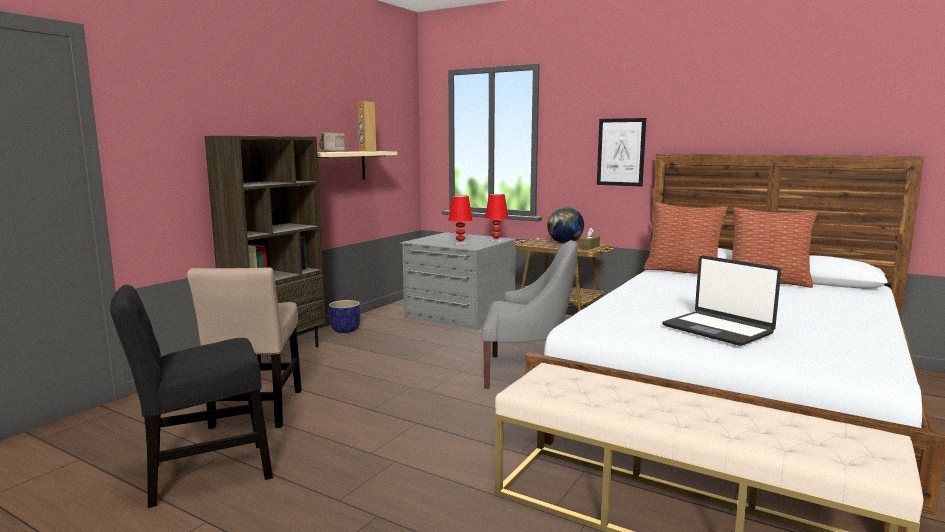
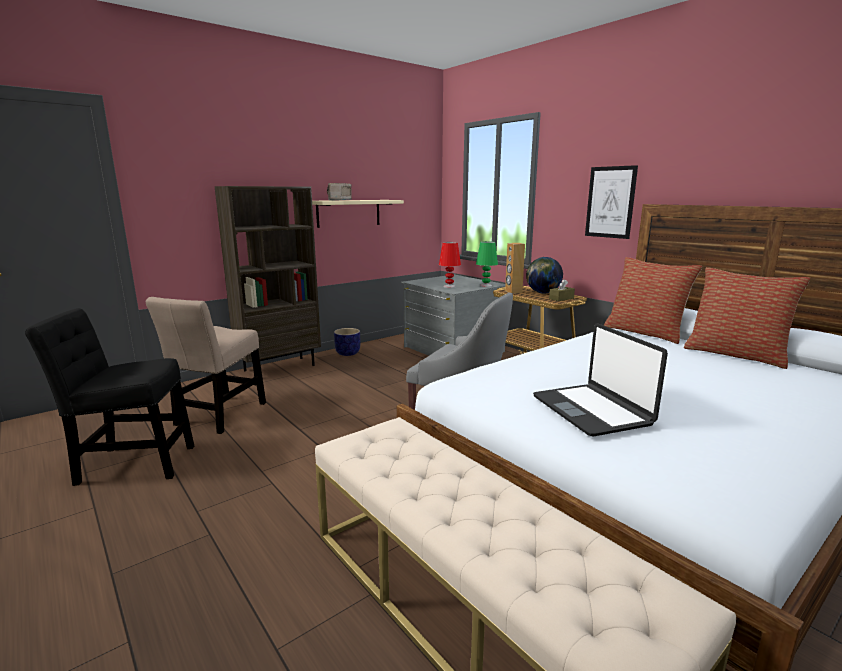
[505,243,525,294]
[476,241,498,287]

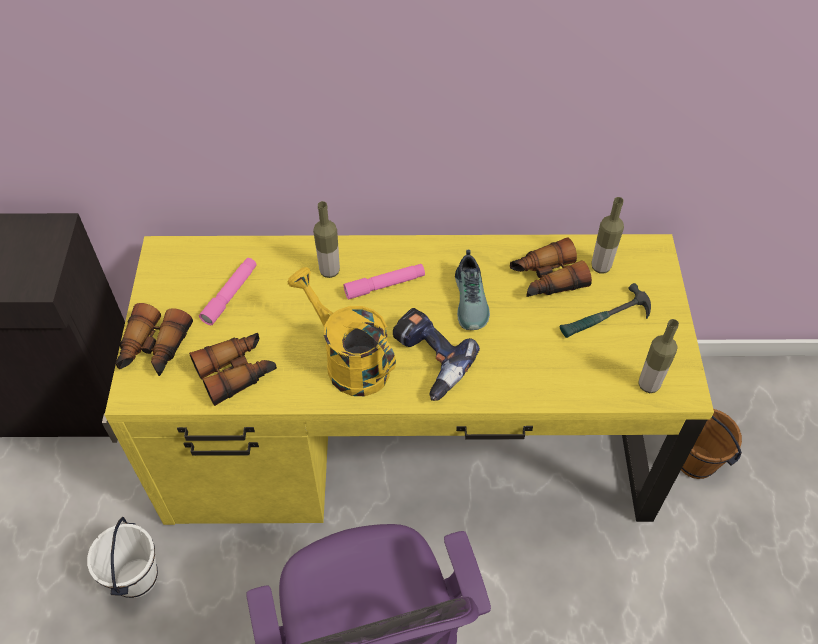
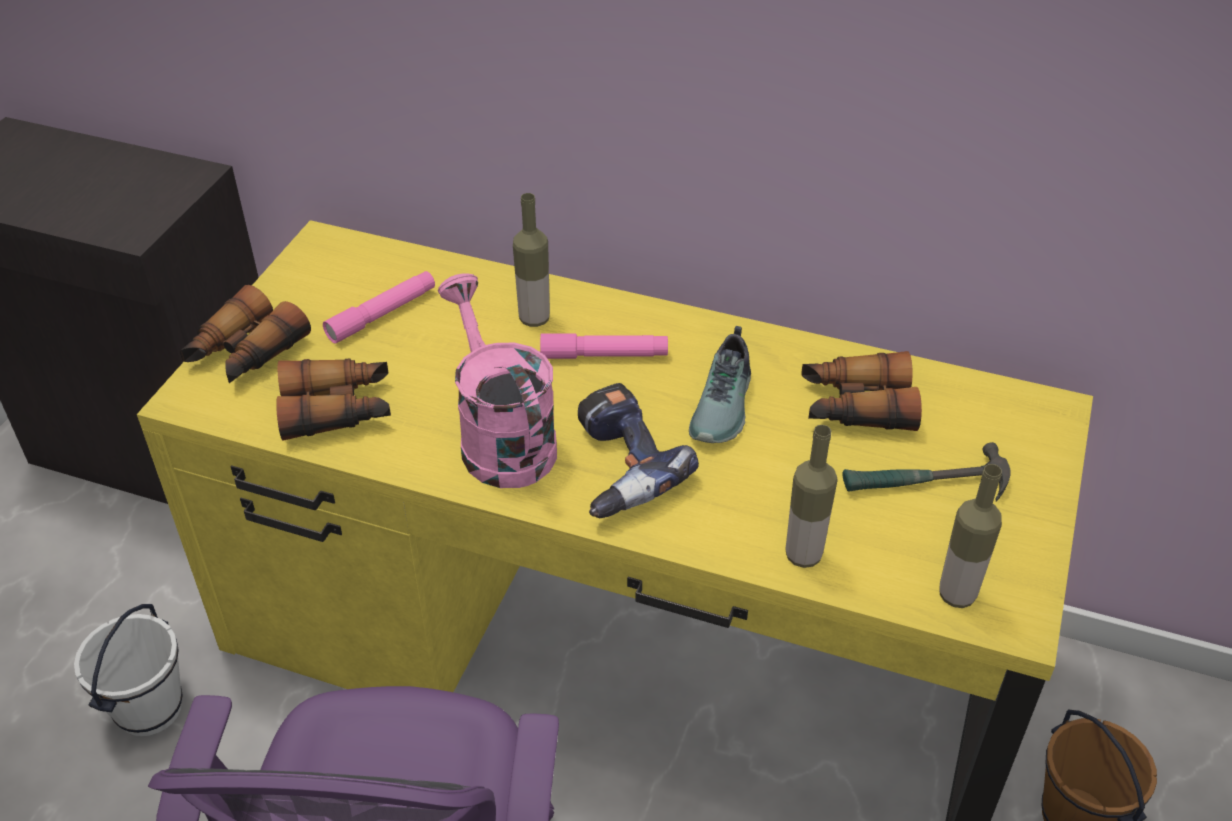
[785,425,838,568]
[438,273,557,488]

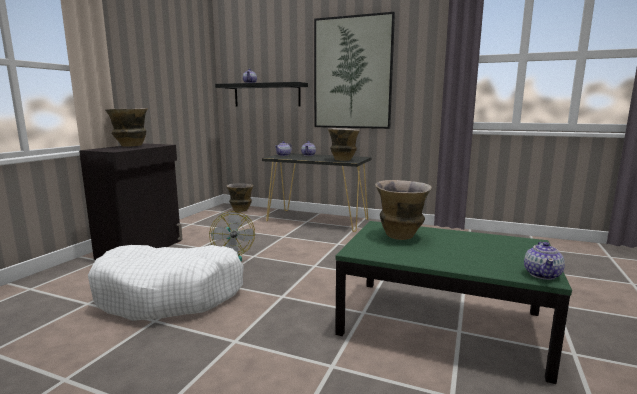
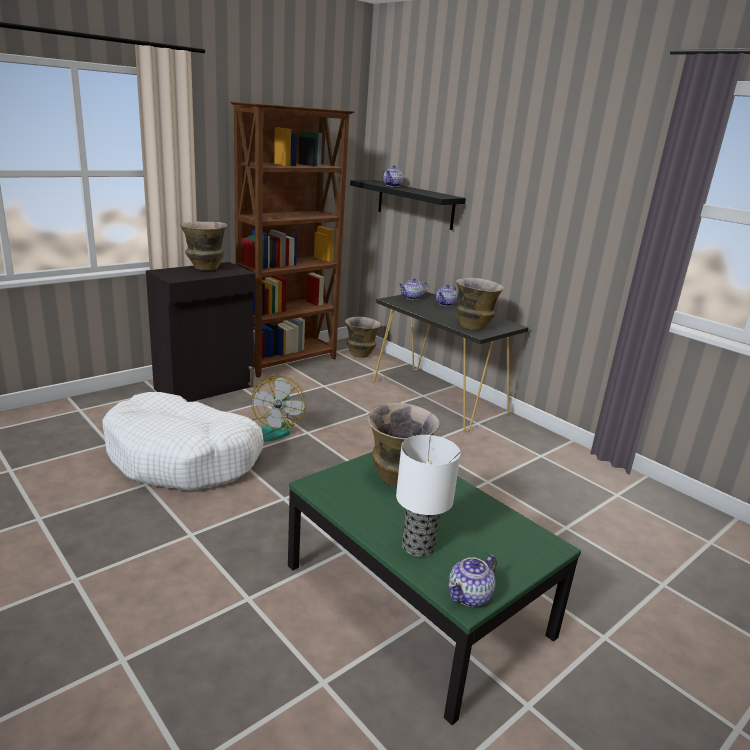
[314,12,395,129] (first image)
[230,102,354,378]
[396,435,461,557]

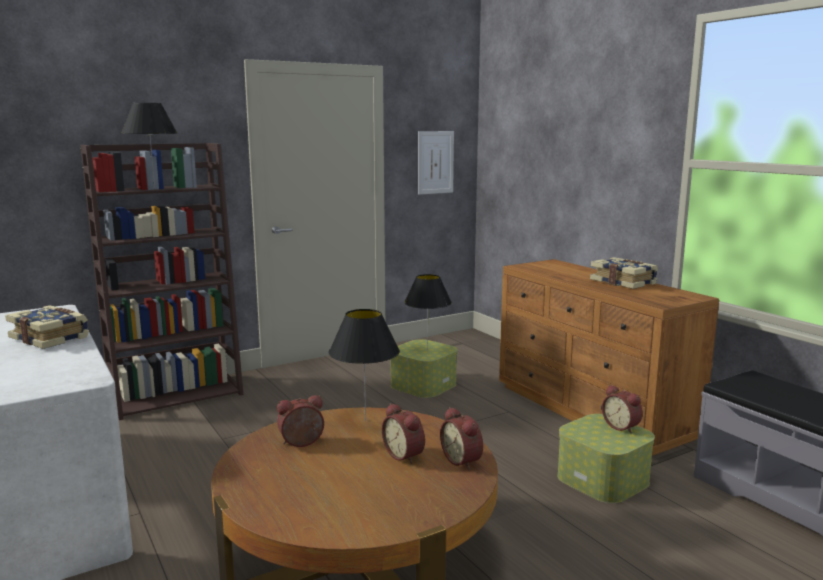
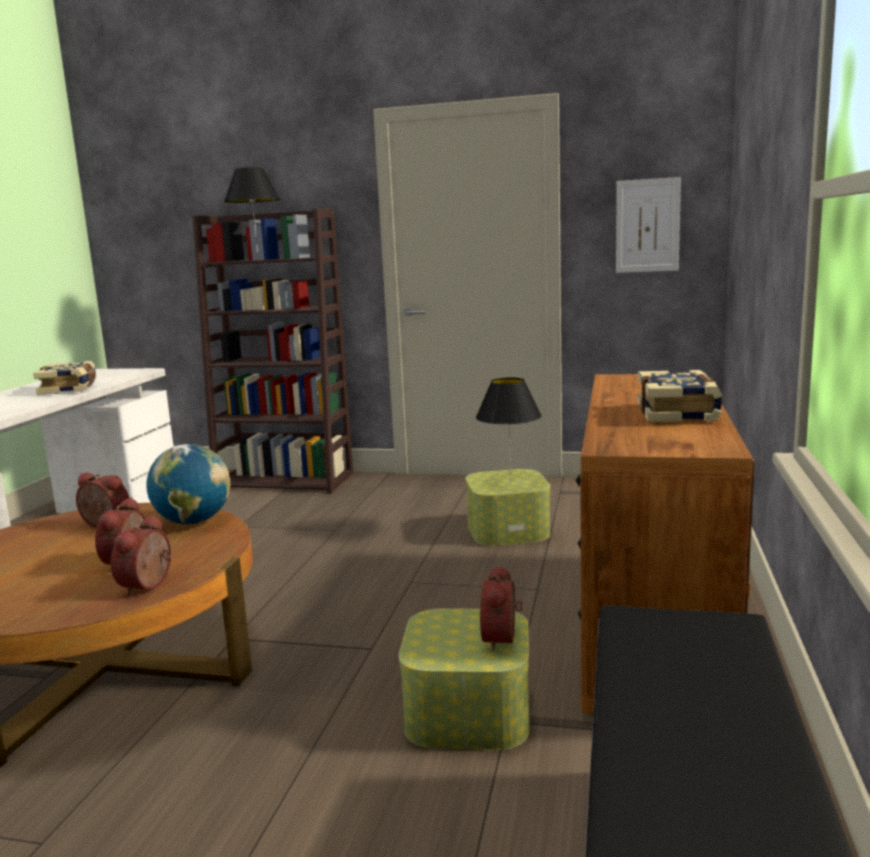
[146,444,230,524]

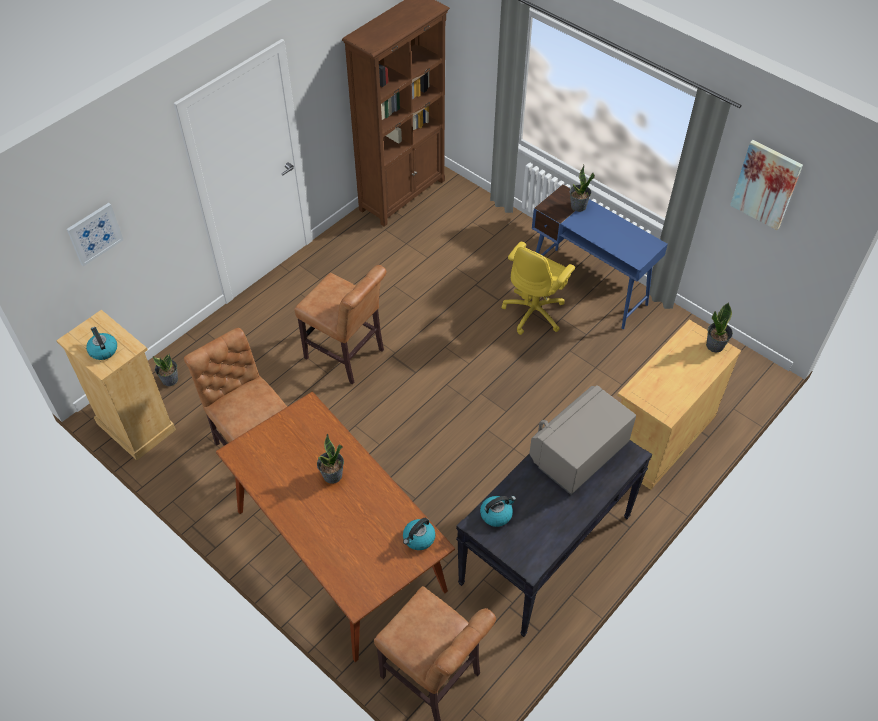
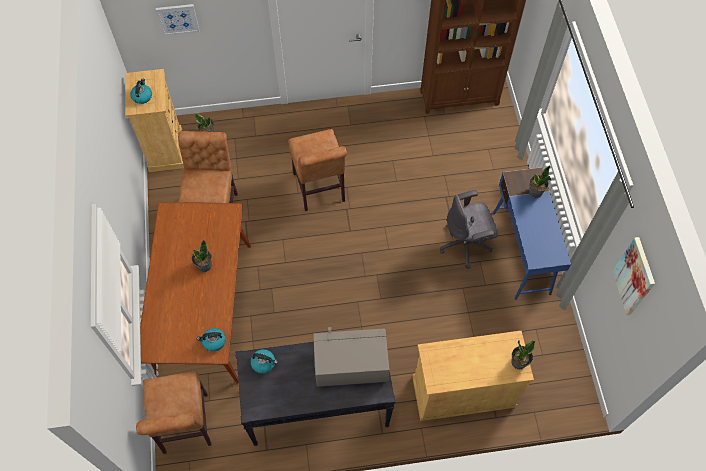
[440,190,498,269]

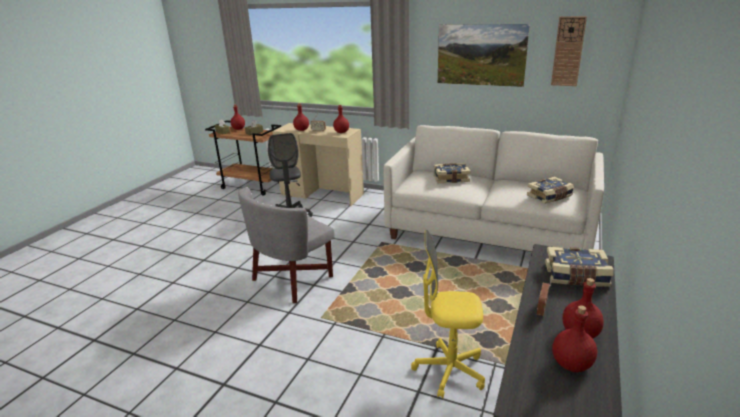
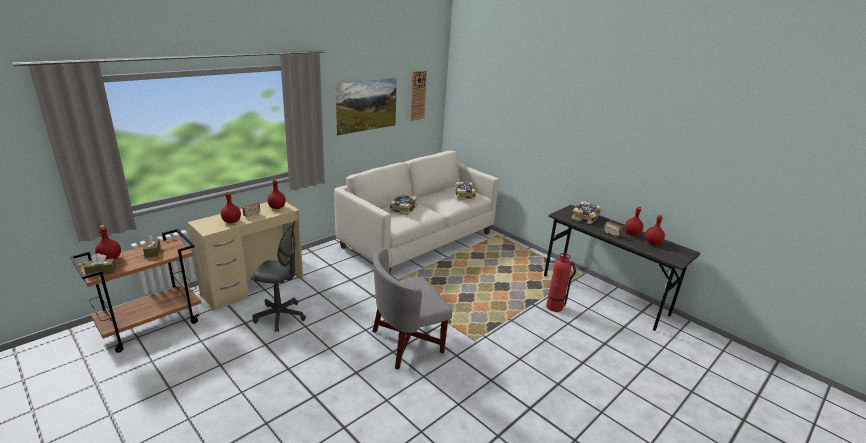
[546,253,576,312]
[372,248,452,370]

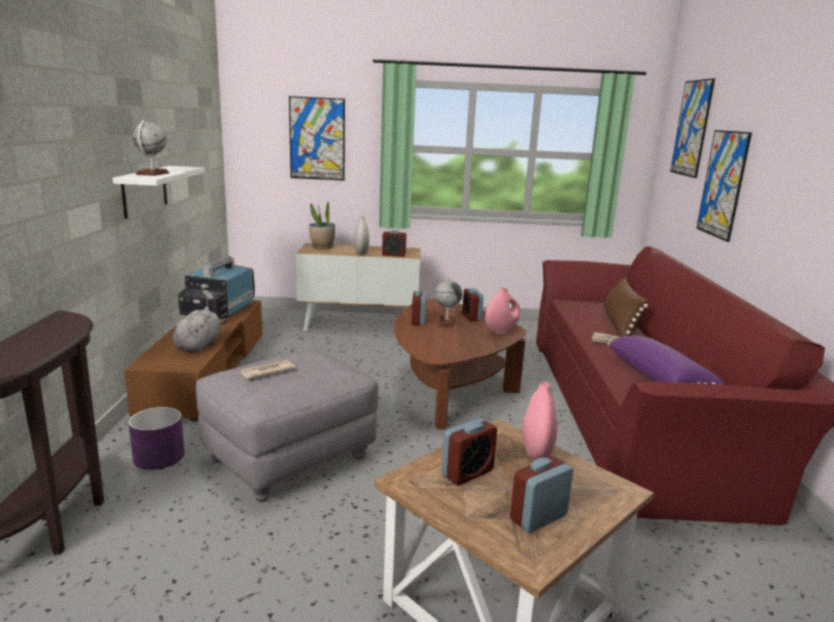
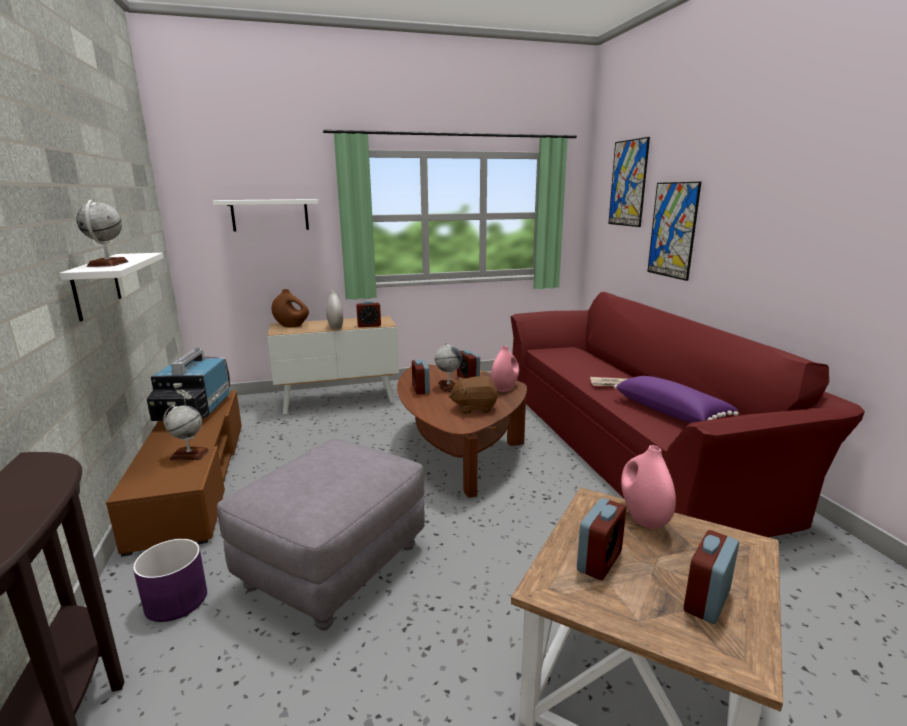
[240,360,296,379] (first image)
[603,277,648,337] (first image)
[449,376,498,414]
[163,405,209,460]
[213,199,319,231]
[271,289,309,327]

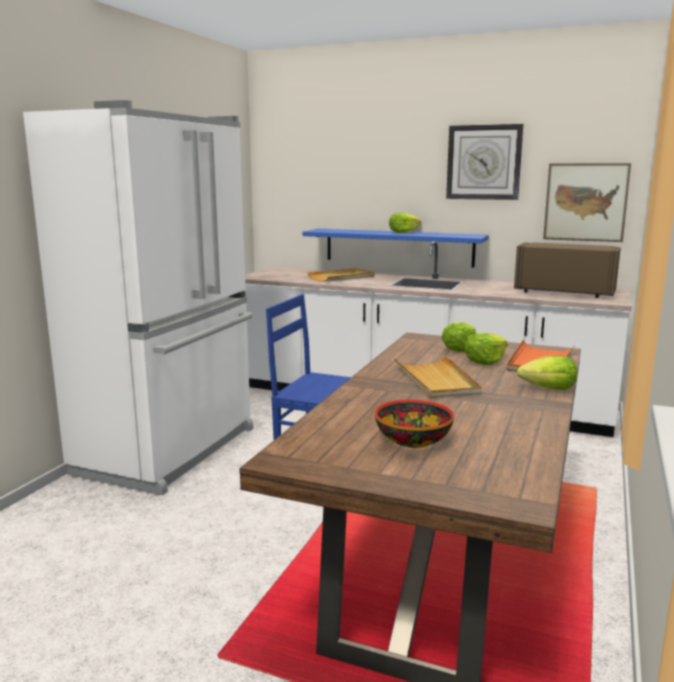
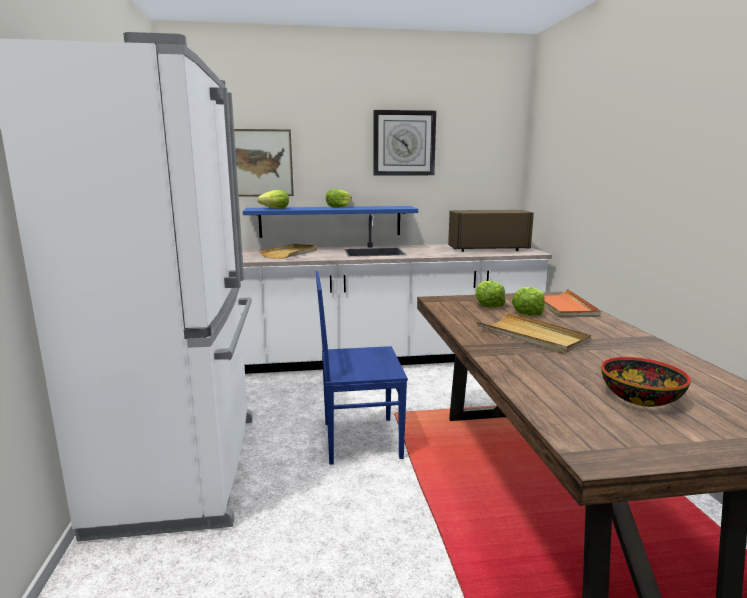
[257,190,289,209]
[230,129,294,197]

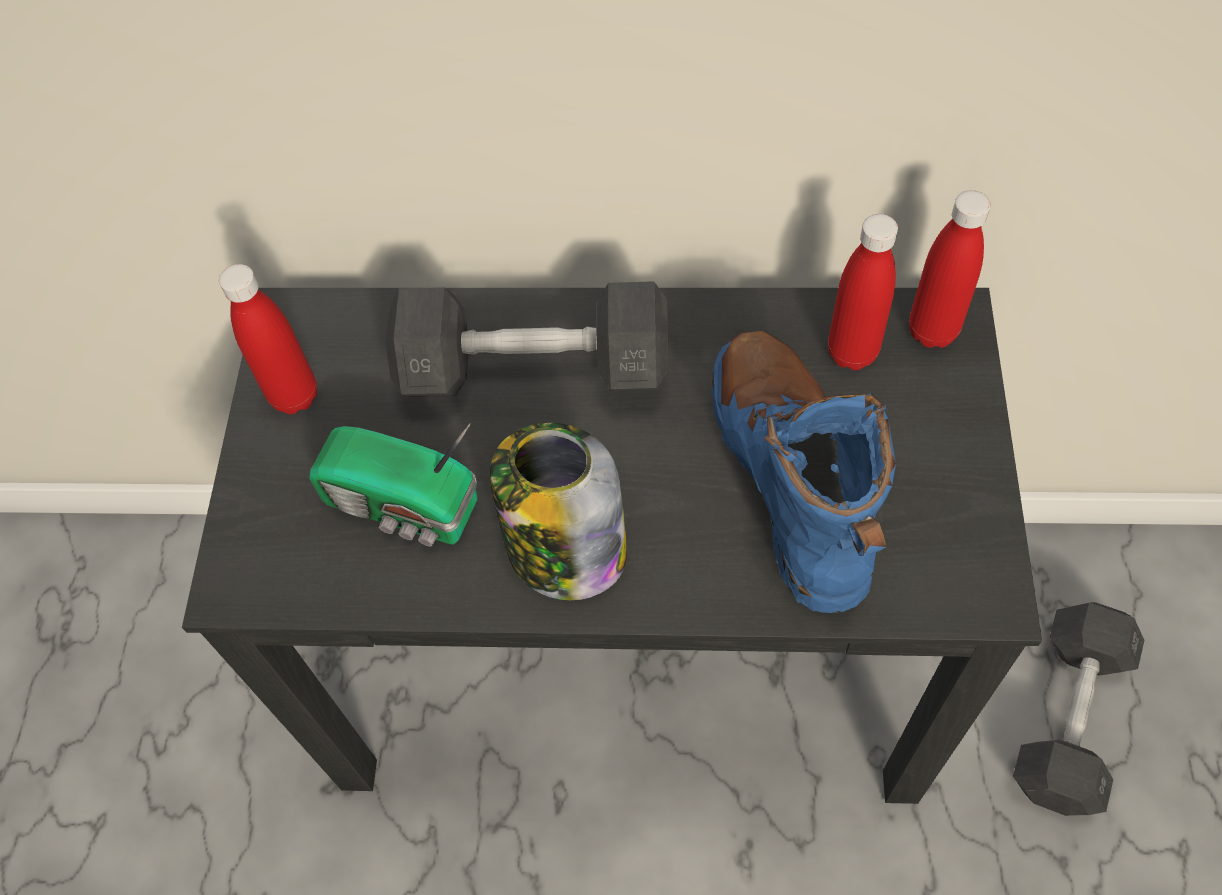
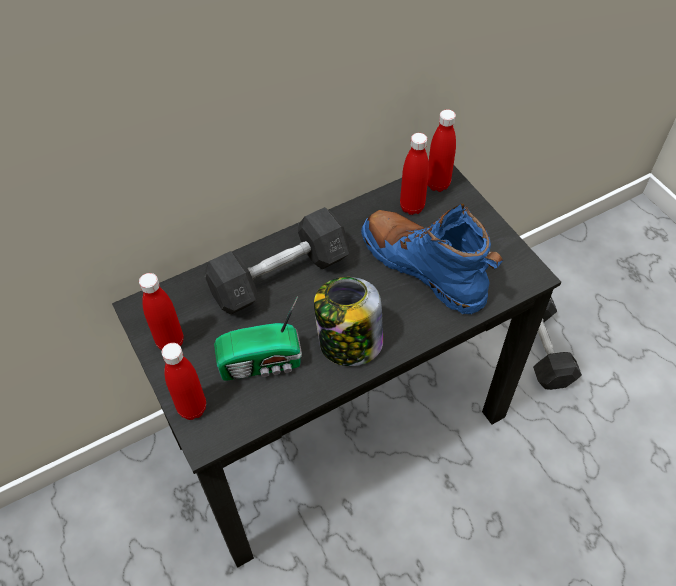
[162,343,206,420]

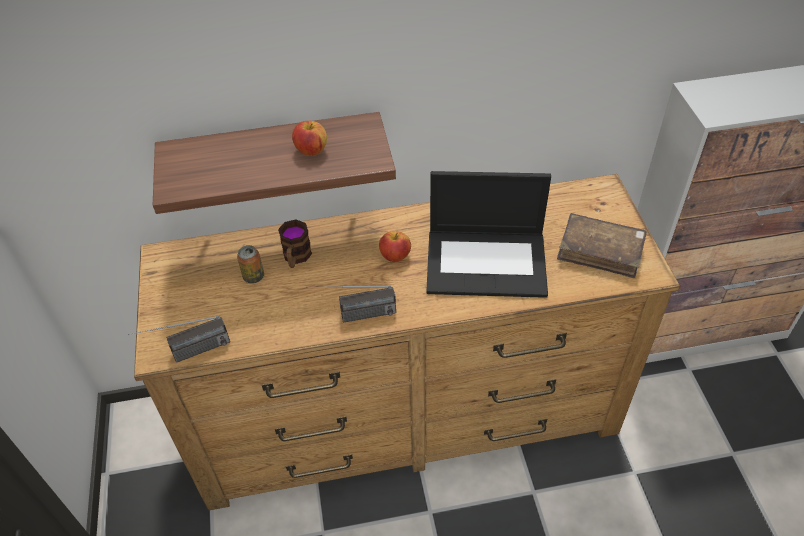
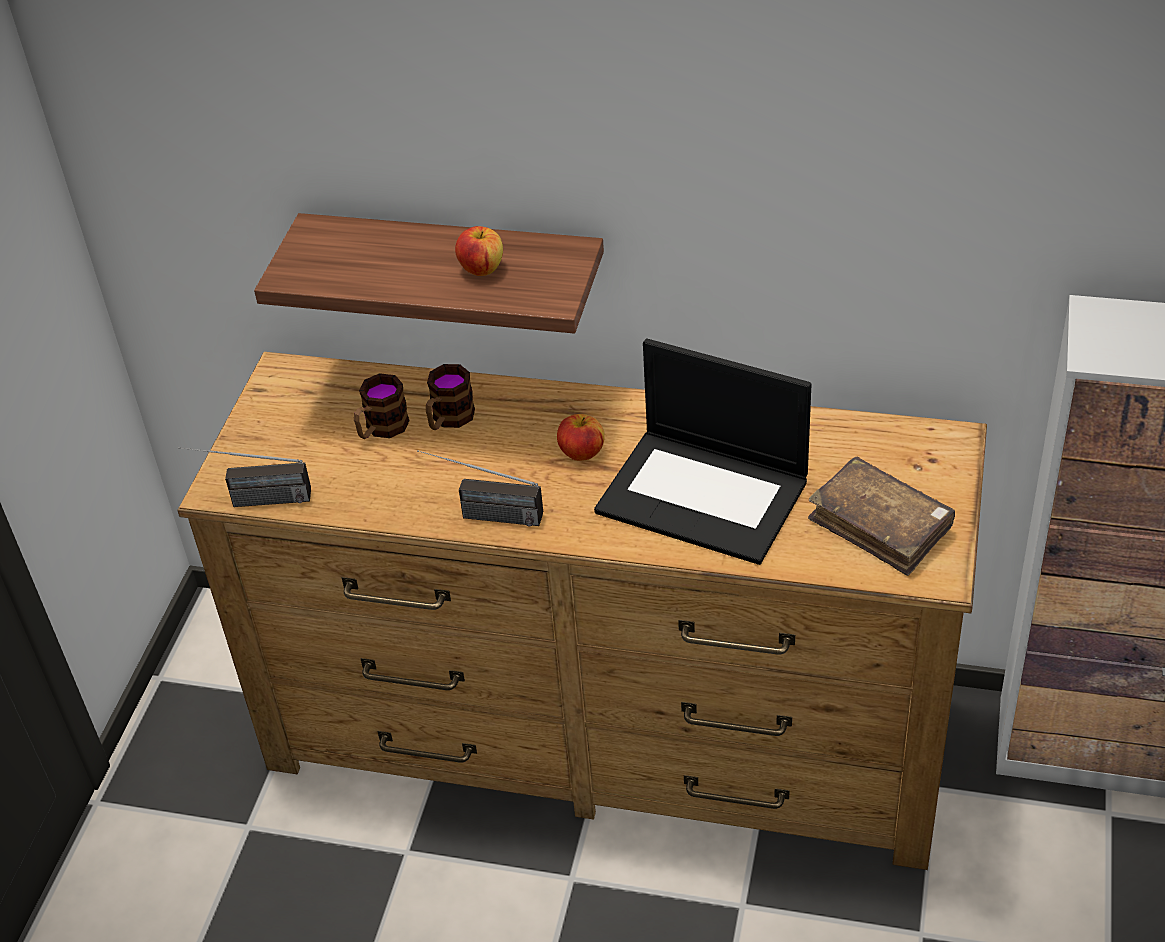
[354,373,410,439]

